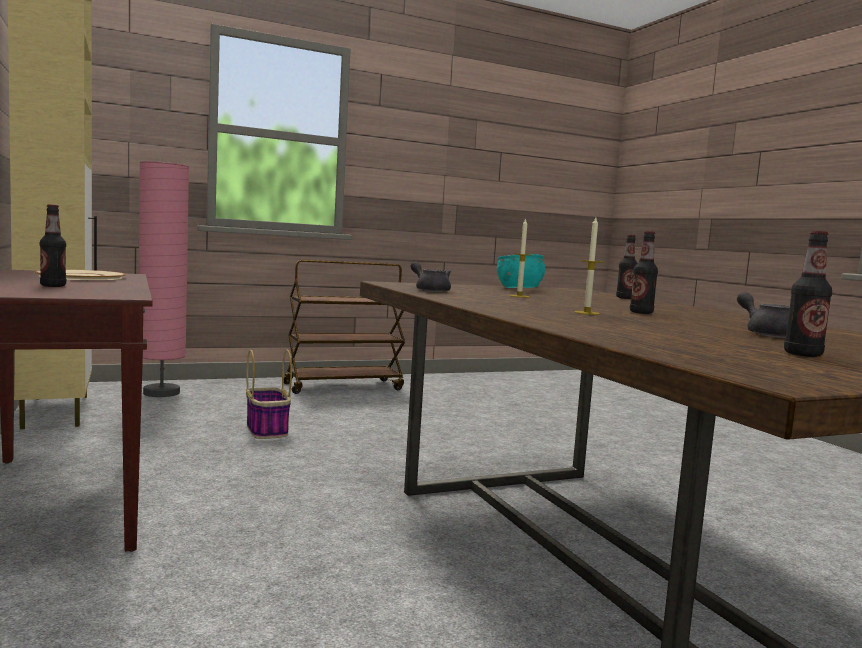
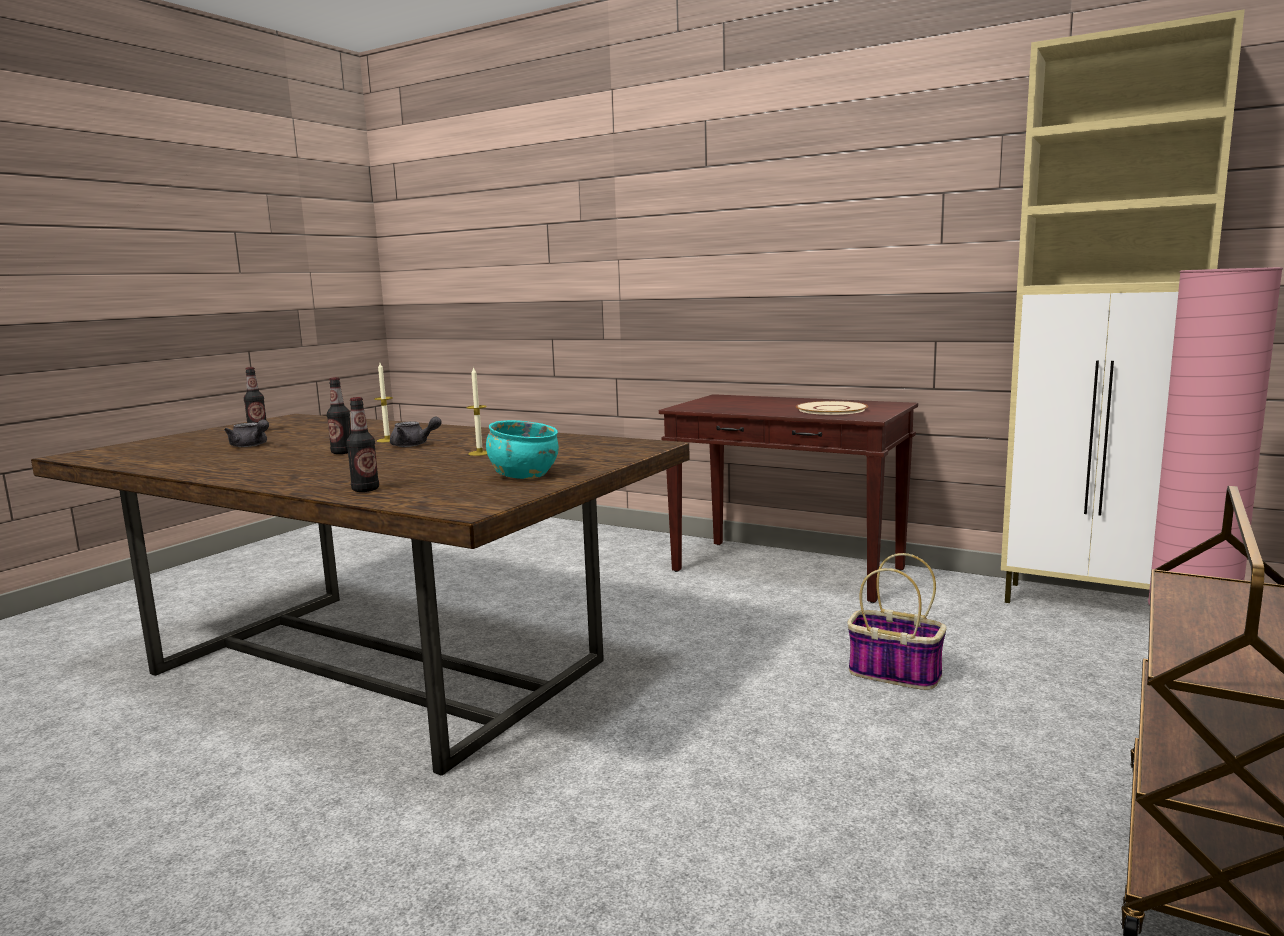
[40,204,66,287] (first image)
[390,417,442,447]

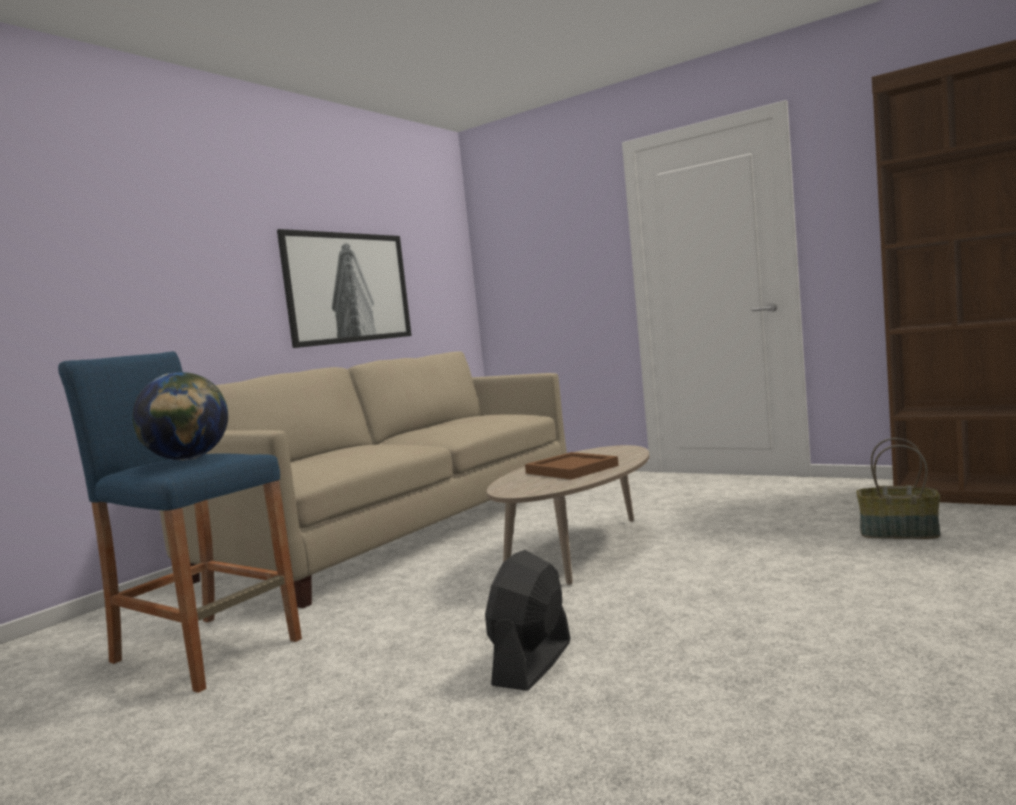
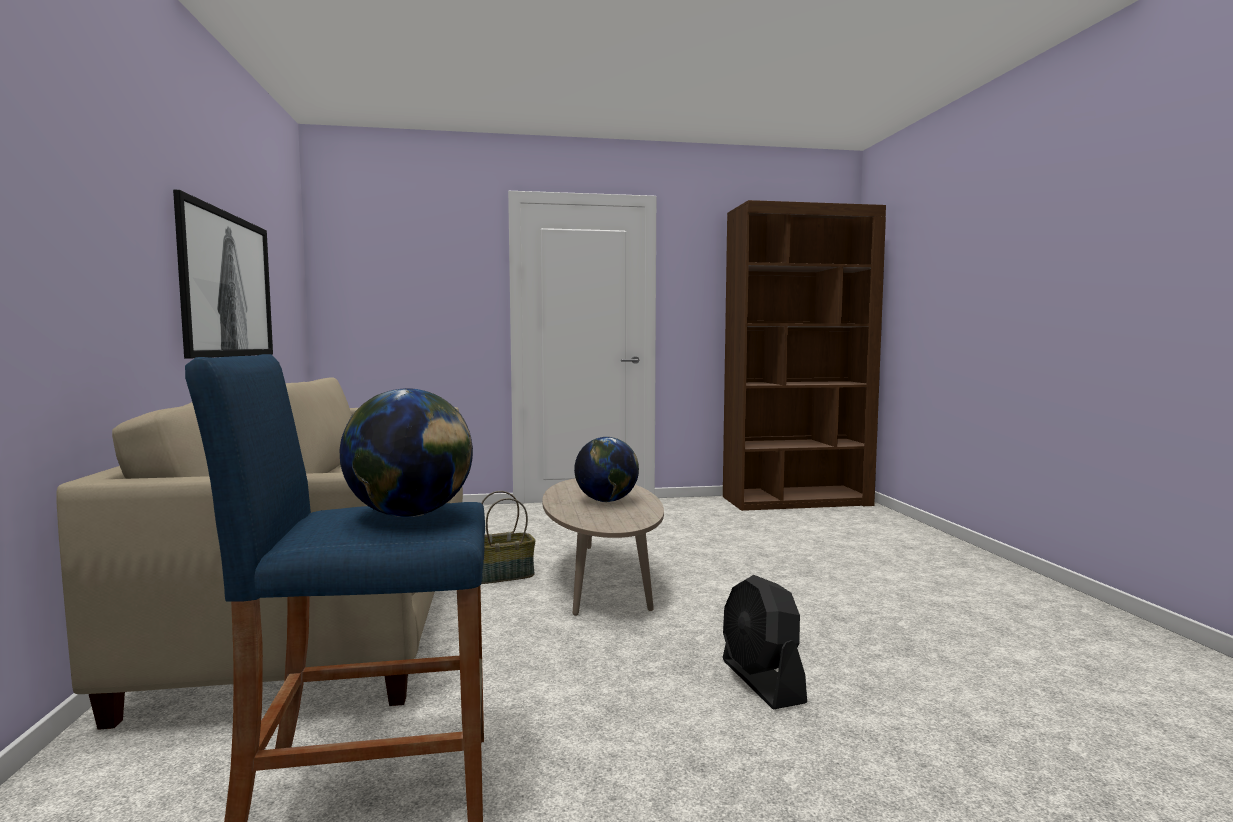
[481,491,536,584]
[574,437,639,502]

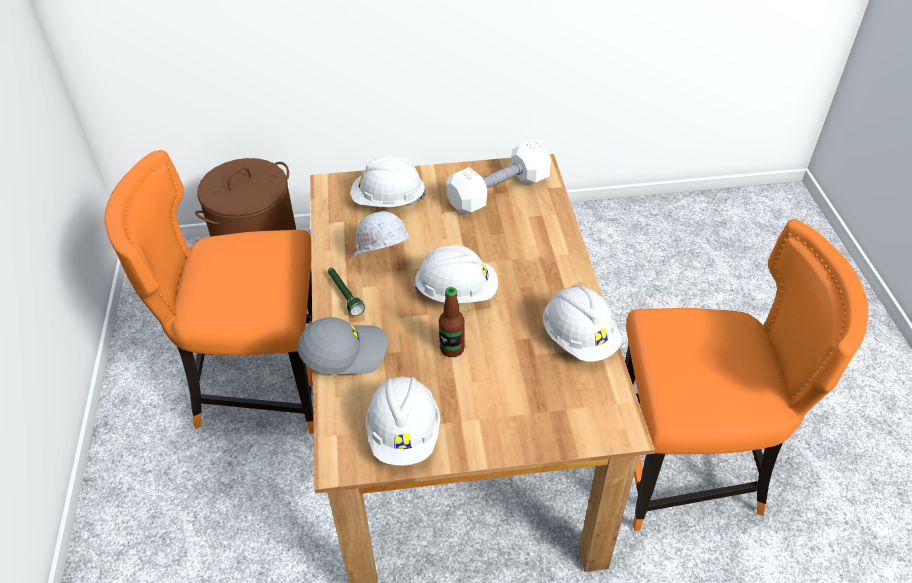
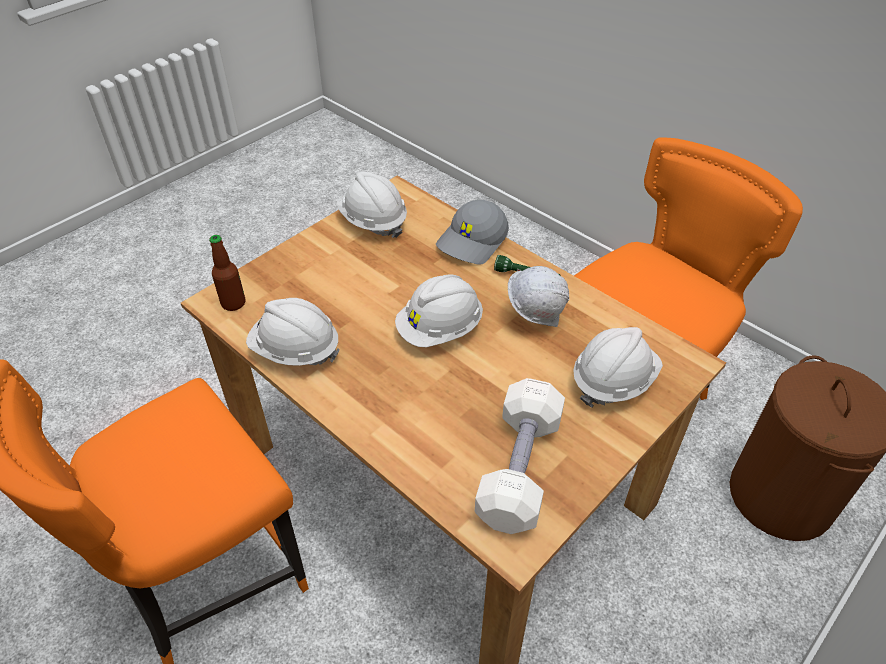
[209,235,245,311]

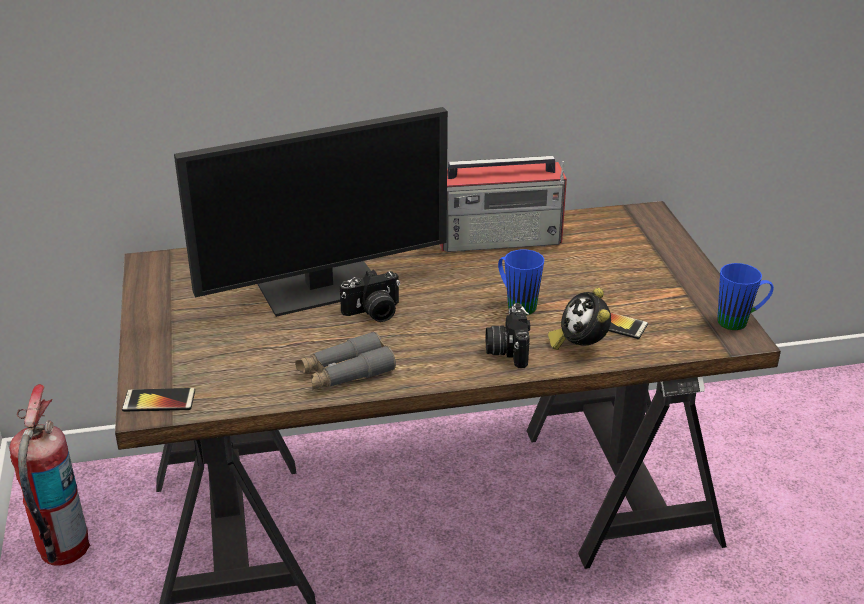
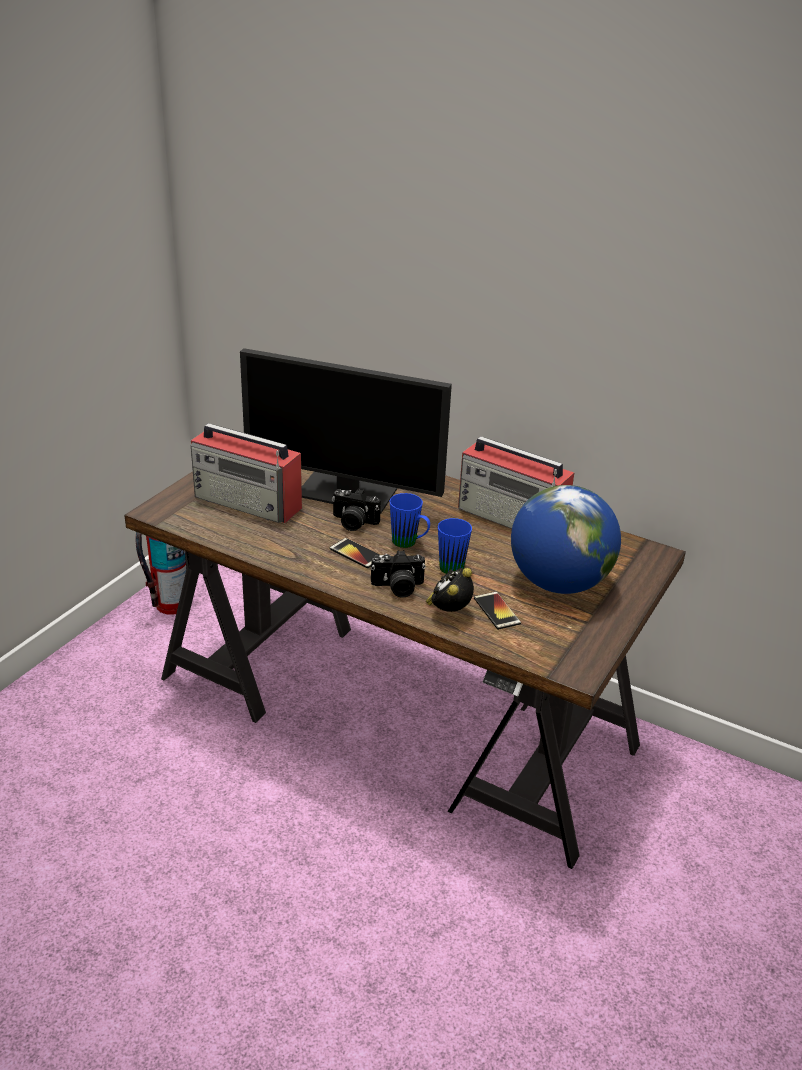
[295,331,396,390] (first image)
[191,423,302,523]
[511,485,621,594]
[330,538,381,568]
[390,493,430,548]
[371,550,426,598]

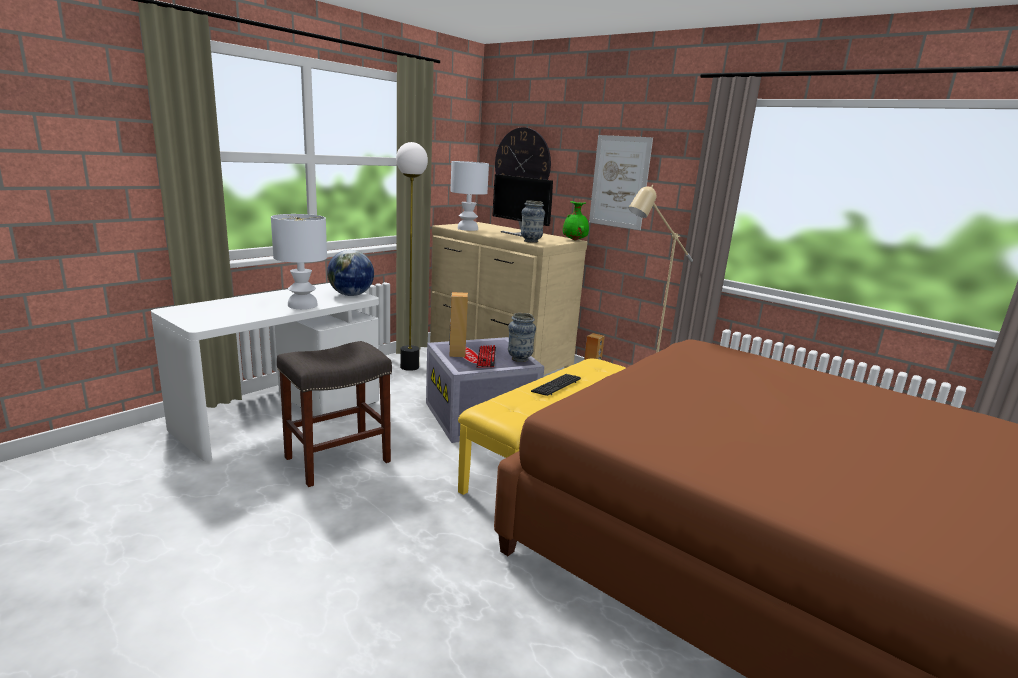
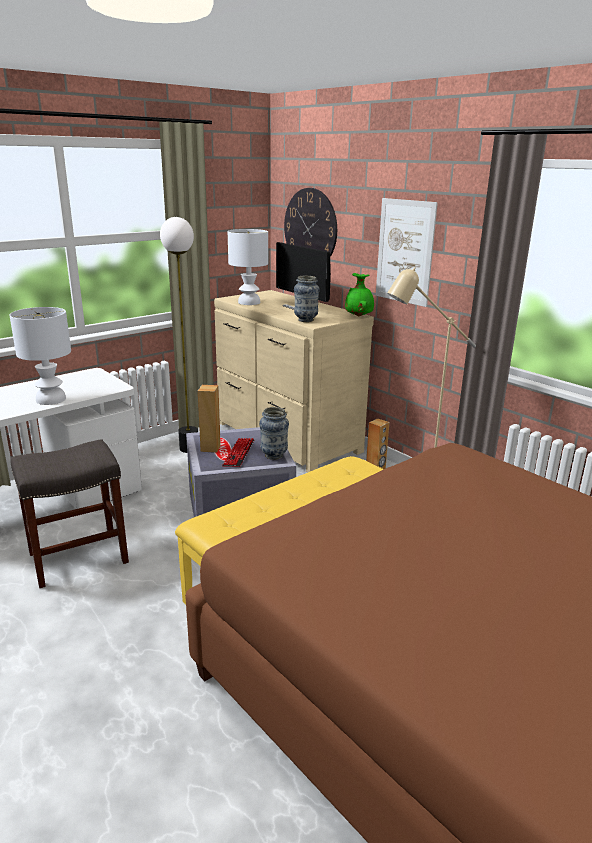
[327,250,374,296] (first image)
[531,374,581,396] (first image)

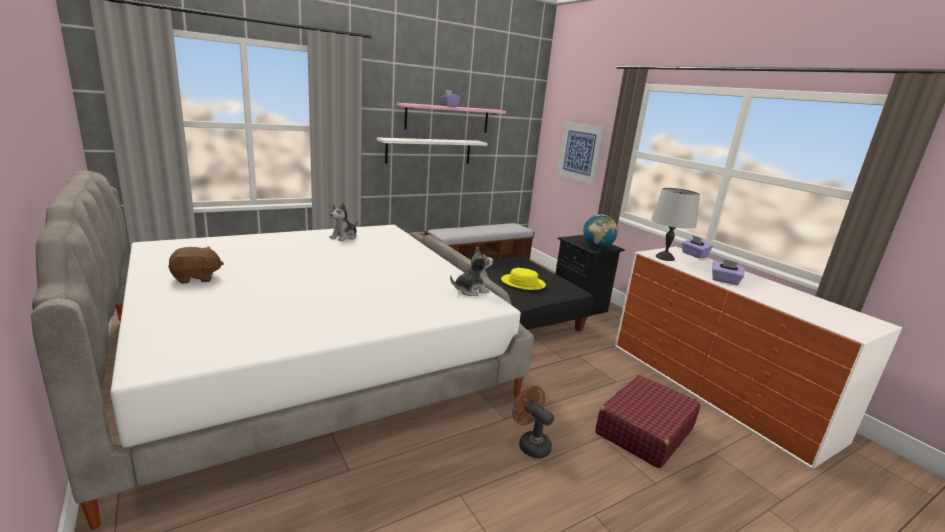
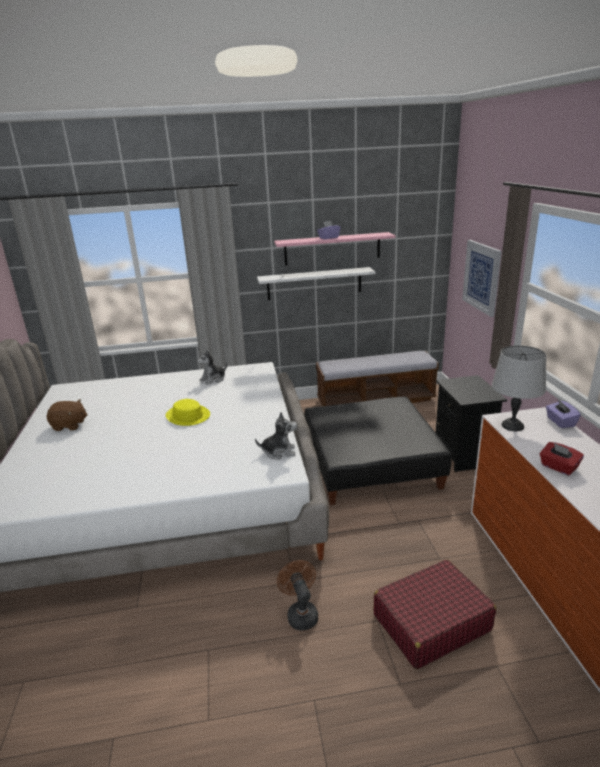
[583,214,618,248] (first image)
[166,399,210,426]
[540,442,584,475]

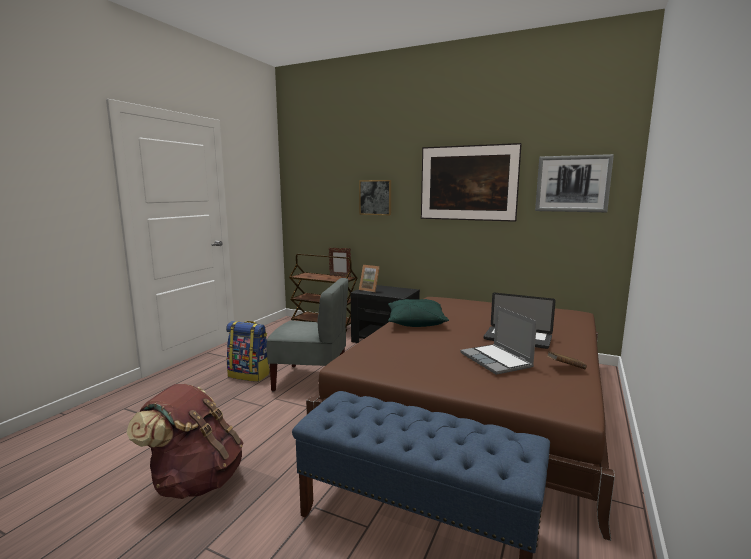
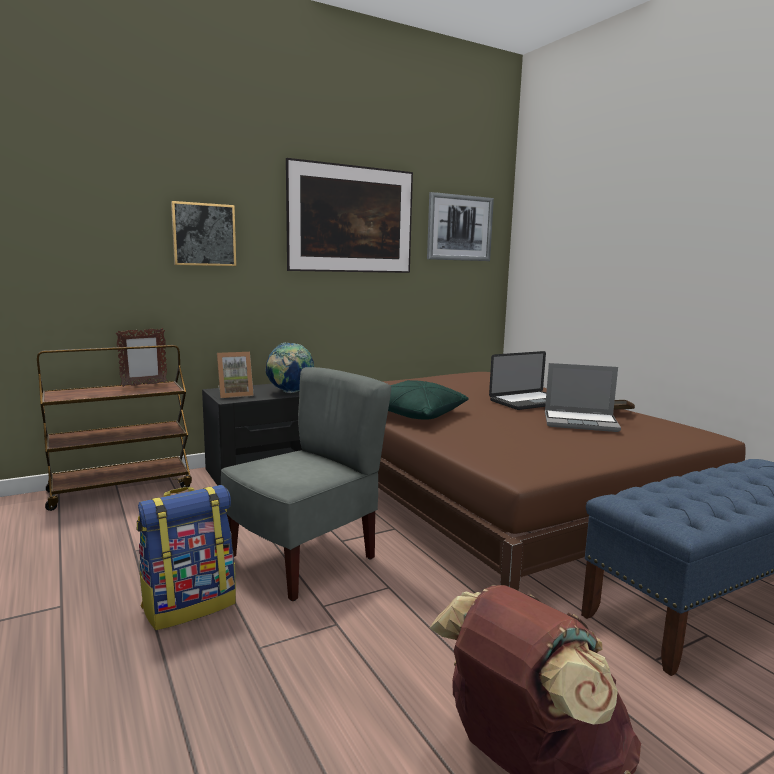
[265,343,314,393]

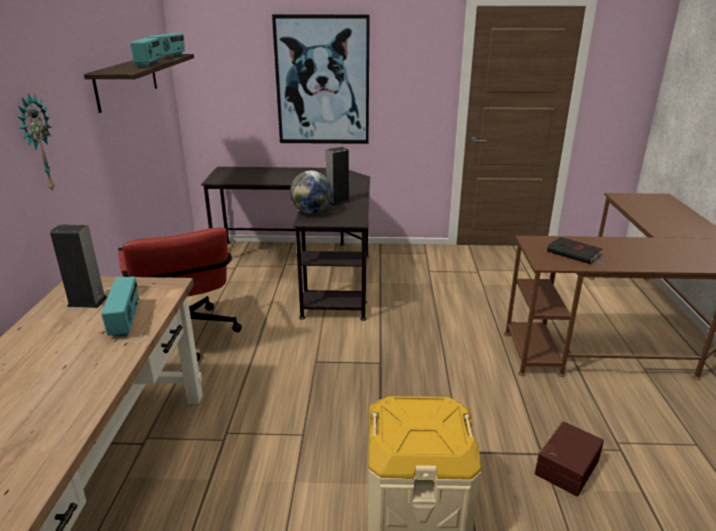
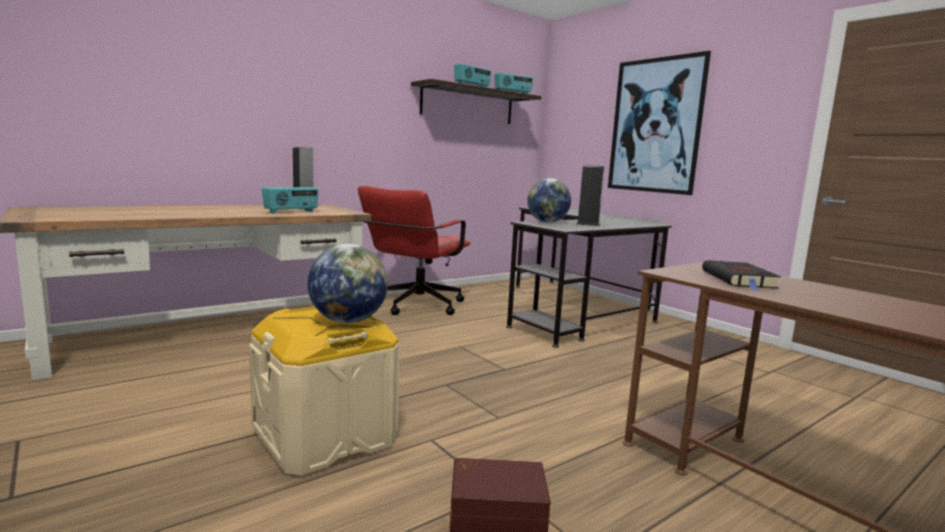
[18,93,55,191] (first image)
[308,244,388,323]

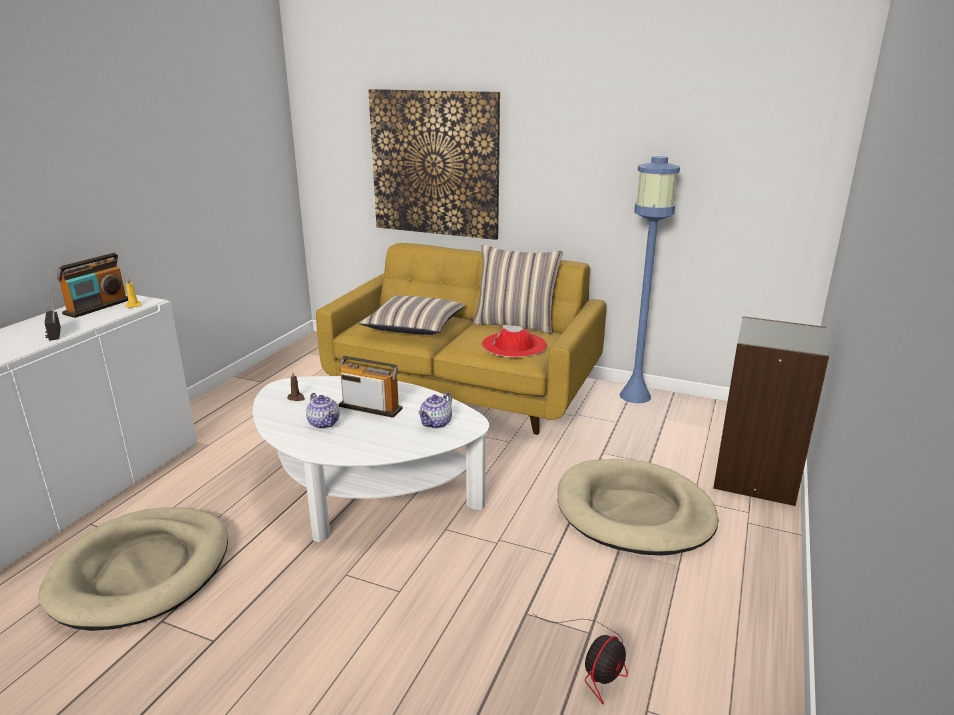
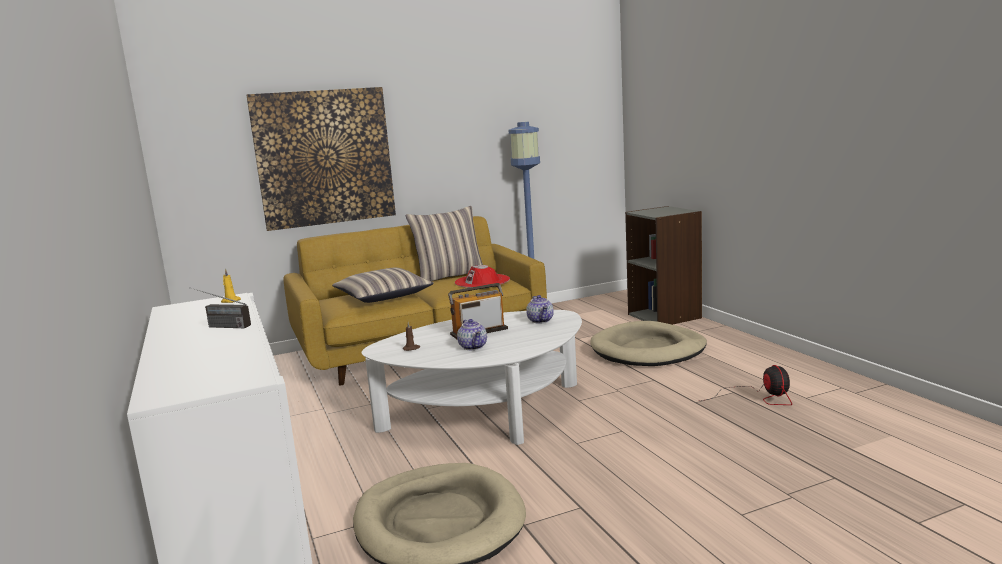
[57,253,128,318] (first image)
[457,319,487,350]

